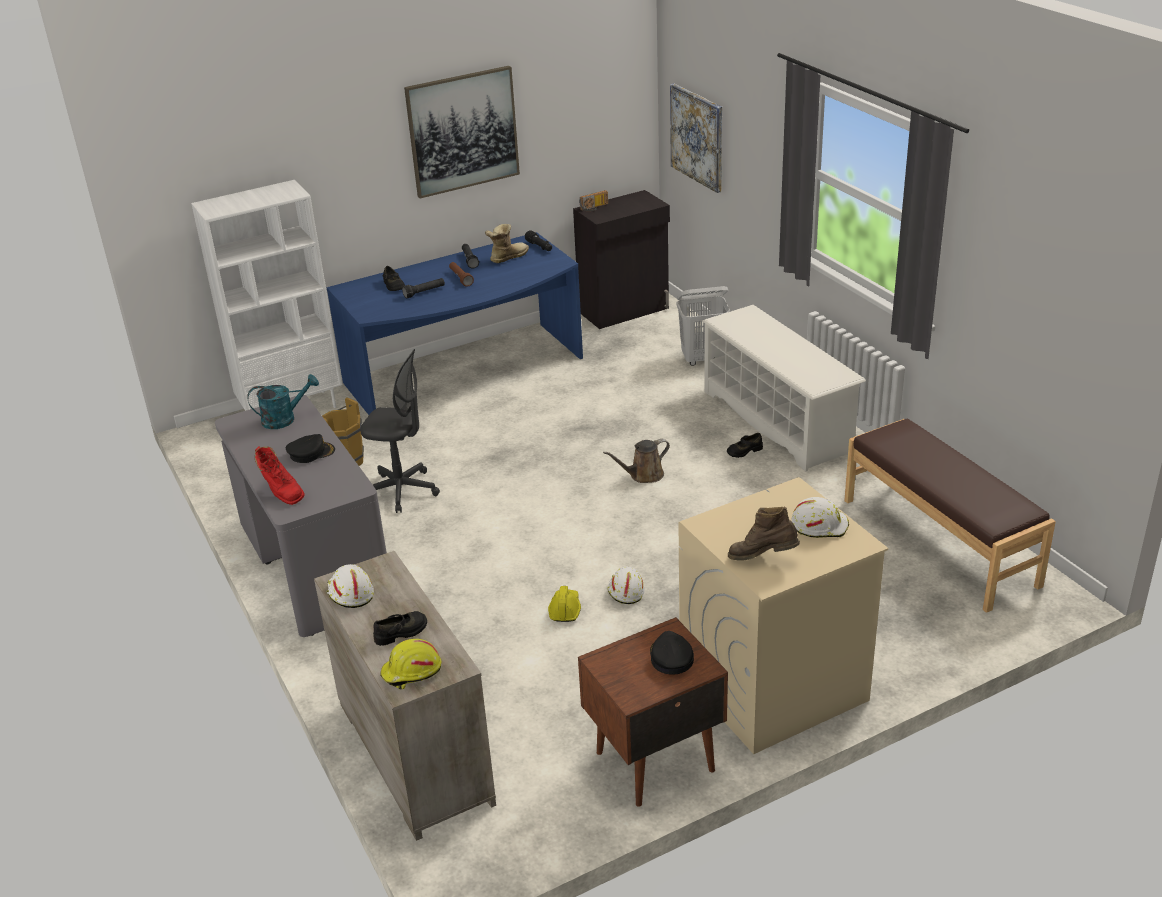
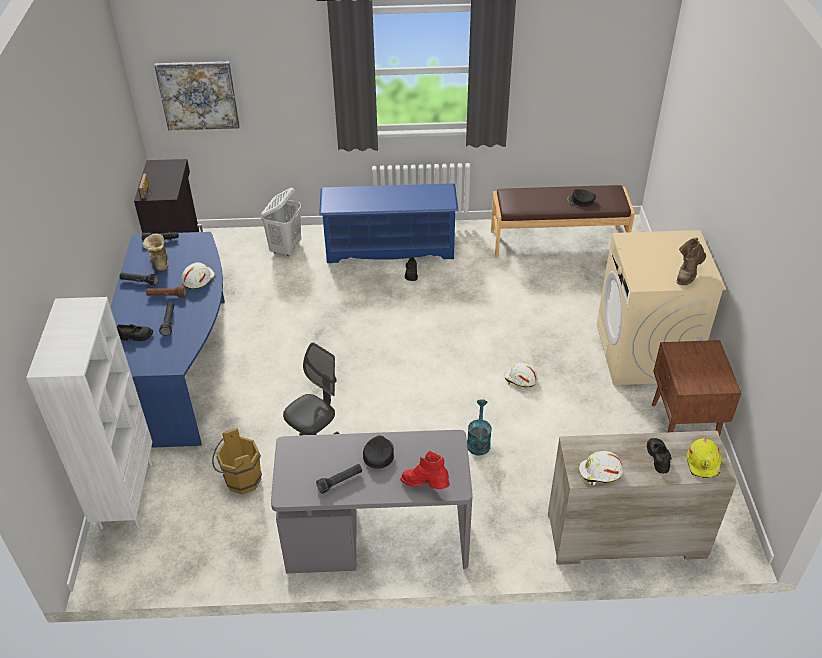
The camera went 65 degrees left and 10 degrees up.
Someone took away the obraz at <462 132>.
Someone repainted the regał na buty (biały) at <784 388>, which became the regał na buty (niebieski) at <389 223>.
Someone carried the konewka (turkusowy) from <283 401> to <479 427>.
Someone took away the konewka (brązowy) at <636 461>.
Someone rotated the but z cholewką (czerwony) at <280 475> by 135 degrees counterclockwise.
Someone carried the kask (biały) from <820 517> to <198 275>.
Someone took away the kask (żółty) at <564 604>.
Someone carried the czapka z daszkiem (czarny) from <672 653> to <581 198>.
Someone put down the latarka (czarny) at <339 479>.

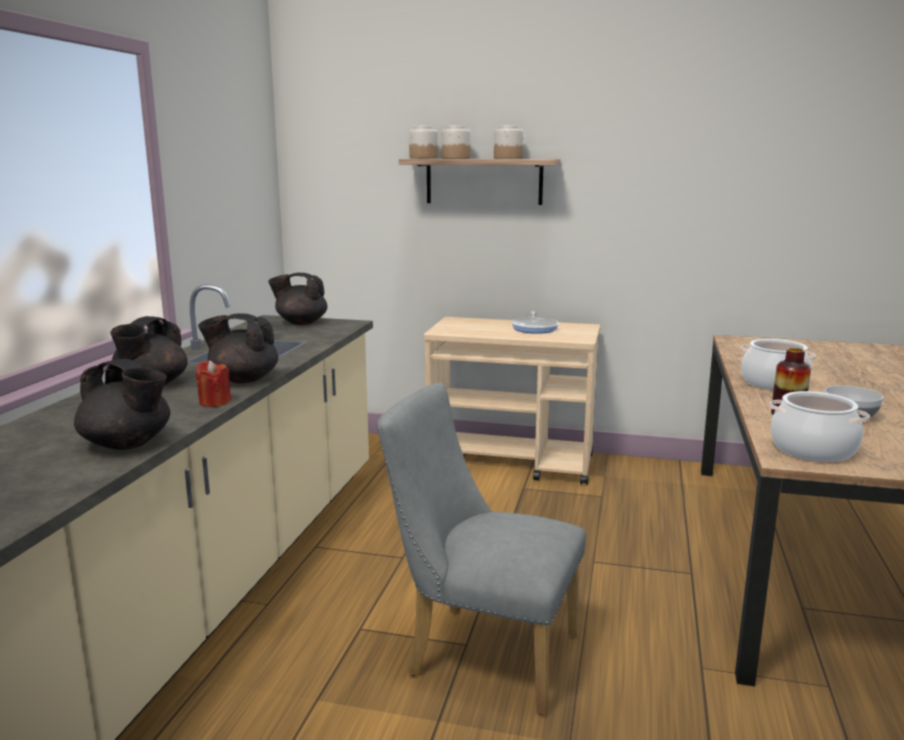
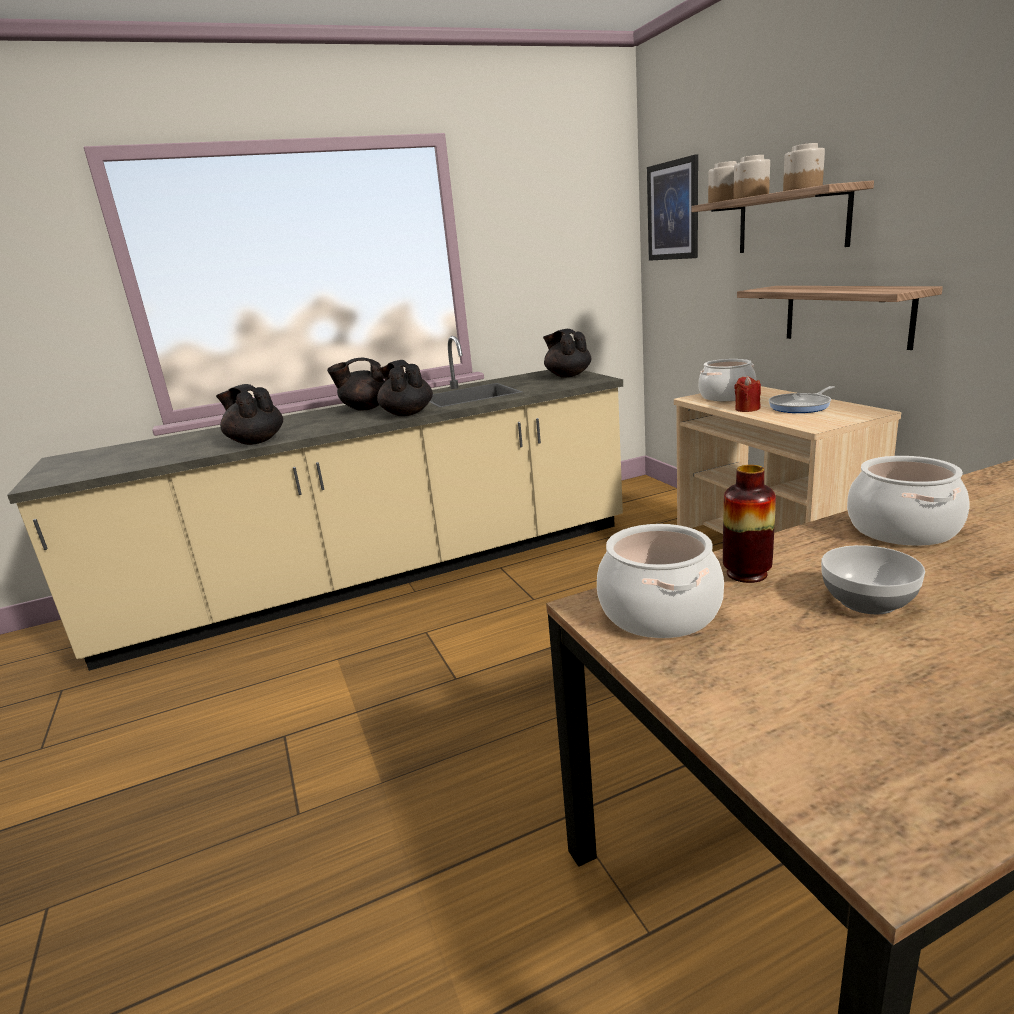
The camera went 55 degrees right and 5 degrees up.
Someone rotated the imbryk (czarny) at <122 404> by 135 degrees clockwise.
Someone carried the świeca (czerwony) from <213 383> to <747 394>.
Someone took away the krzesło (szary) at <481 549>.
Someone put up the obraz at <672 207>.
Someone put up the półka at <840 318>.
Someone put down the garnek at <727 380>.

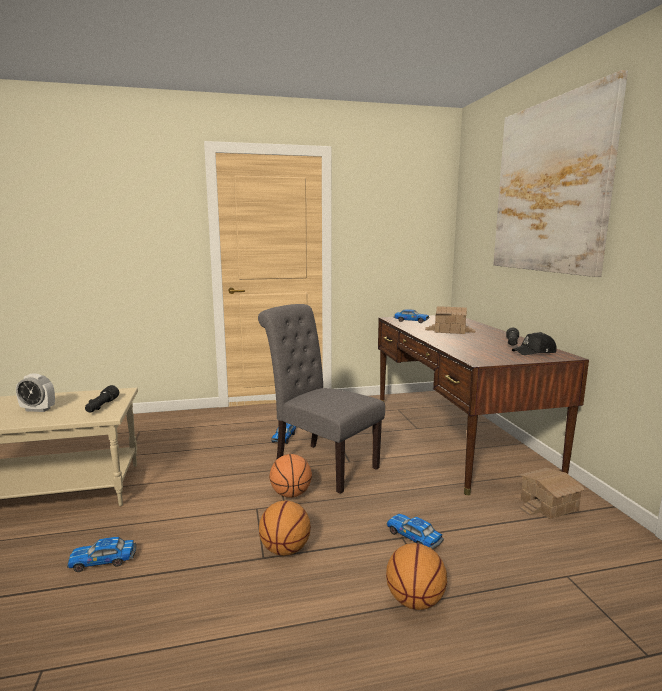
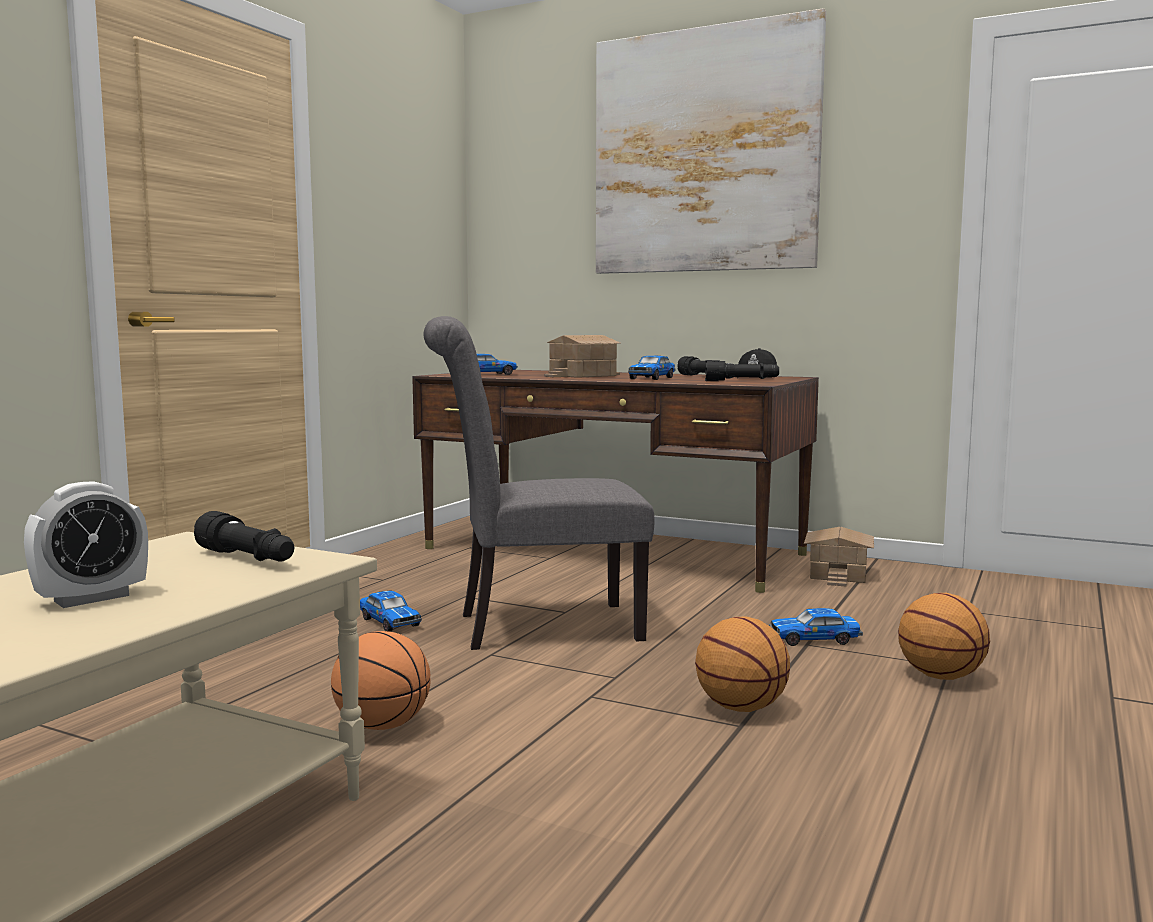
The camera went 50 degrees left and 5 degrees down.
Someone carried the piłka do koszykówki from <290 476> to <381 680>.
Someone carried the samochodzik from <101 554> to <652 368>.
Someone put down the latarka (czarny) at <742 370>.

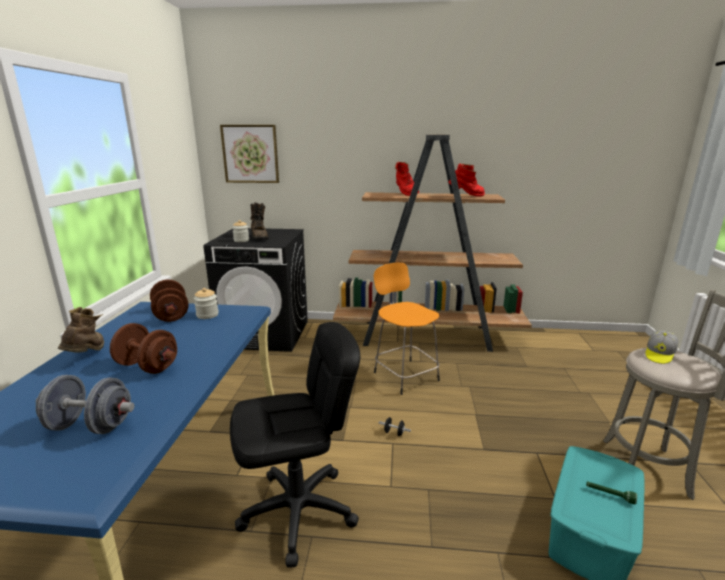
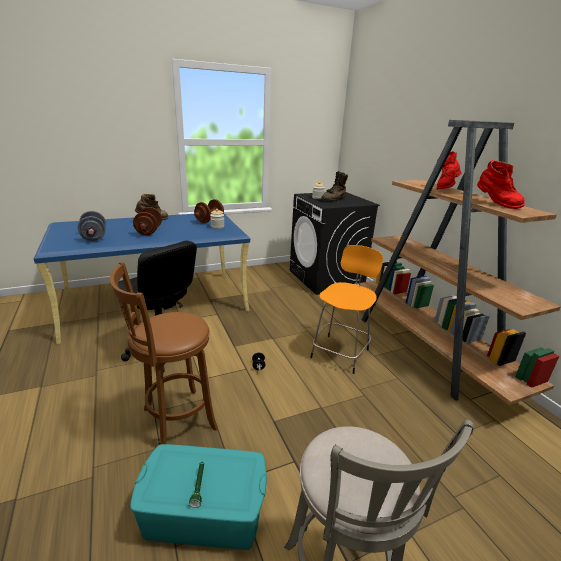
The camera went 60 degrees right and 5 degrees up.
Someone took away the obraz at <249 154>.
Someone took away the czapka z daszkiem at <661 347>.
Someone put down the stołek (brązowy) at <164 353>.

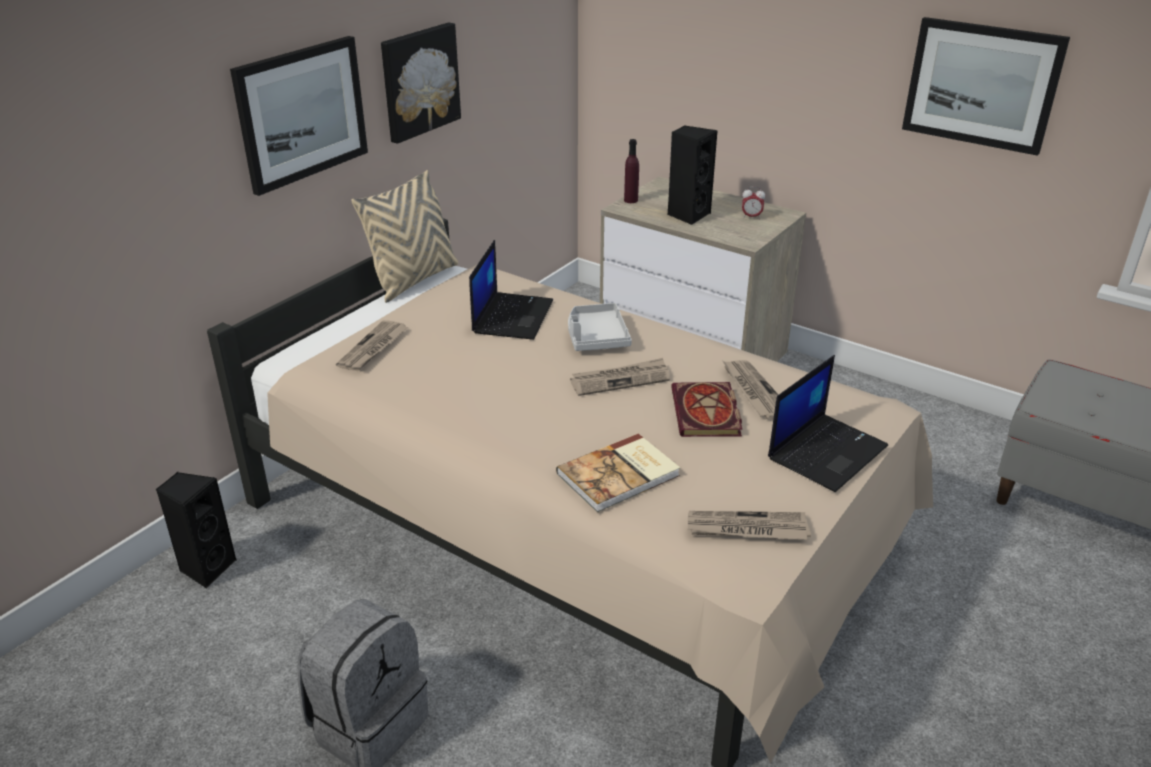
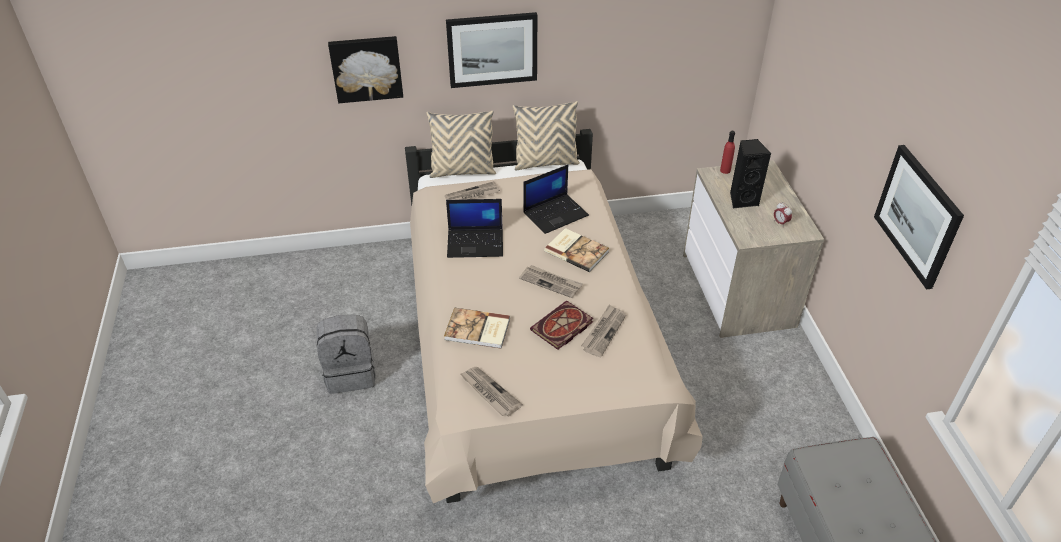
The camera went 45 degrees right and 10 degrees up.
Someone carried the obraz from <421 83> to <365 69>.
Someone repainted the butelka (fioletowy) at <631 171>, which became the butelka (czerwony) at <727 152>.
Someone swapped the taca (szary) at <600 327> for the książka at <576 250>.
Someone carried the laptop from <828 423> to <474 228>.
Someone took away the głośnik (czarny) at <196 530>.
Someone put down the poduszka (beżowy) at <461 144>.

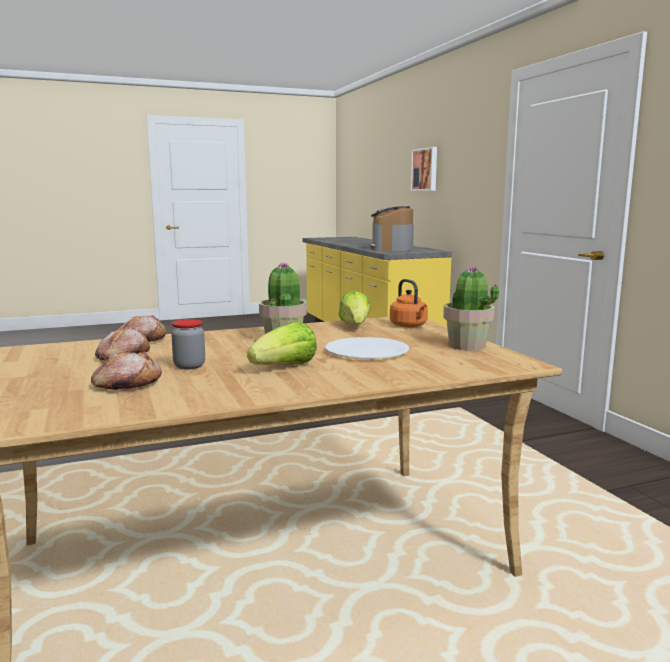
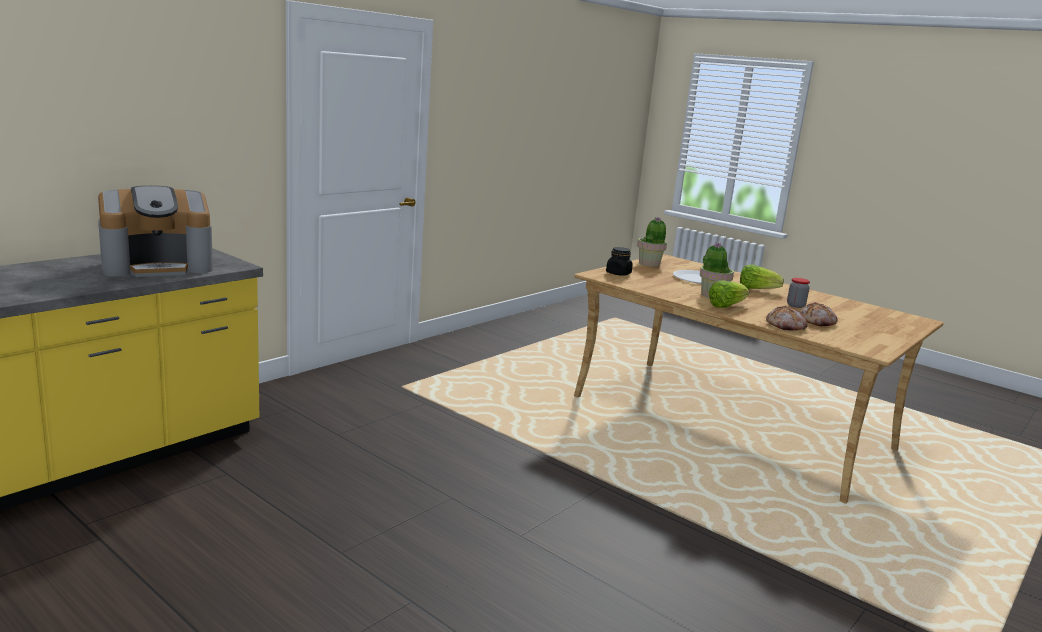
The camera went 120 degrees left and 5 degrees up.
Someone took away the obraz at <424 169>.
Someone swapped the czajnik (pomarańczowy) at <409 303> for the słoik (czarny) at <619 261>.
Someone carried the sałata from <354 307> to <729 294>.
Someone took away the chleb at <126 371>.

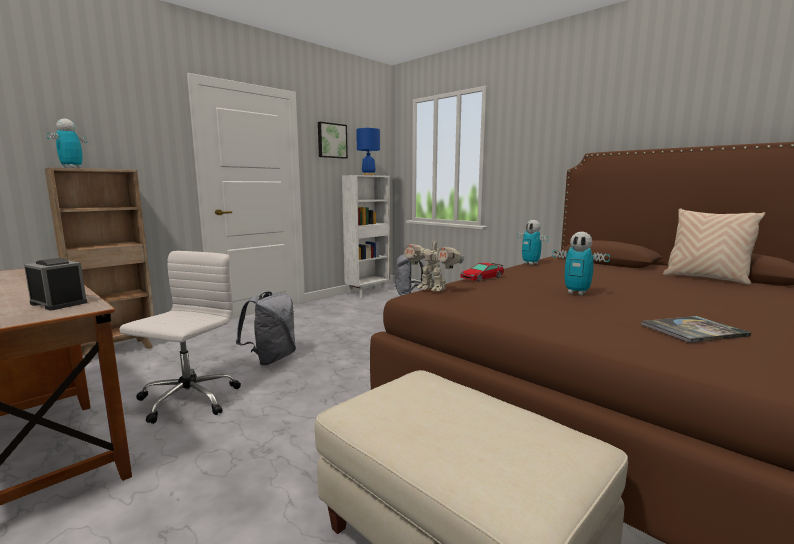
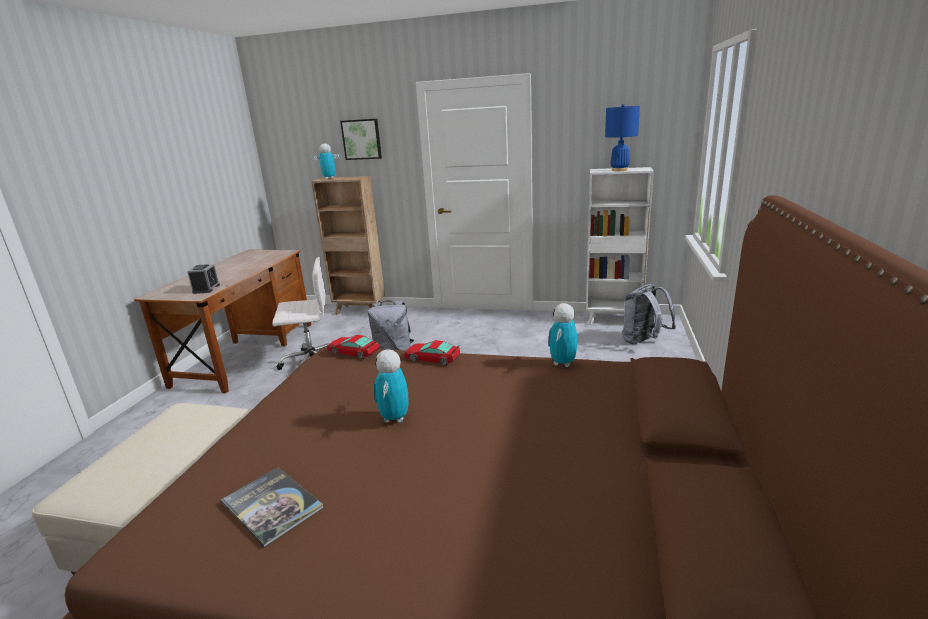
The camera went 60 degrees right and 10 degrees up.
Someone carried the obraz from <333 140> to <361 139>.
Someone took away the poduszka (beżowy) at <714 246>.
Someone swapped the robot zabawkowy at <434 264> for the samochodzik at <353 347>.

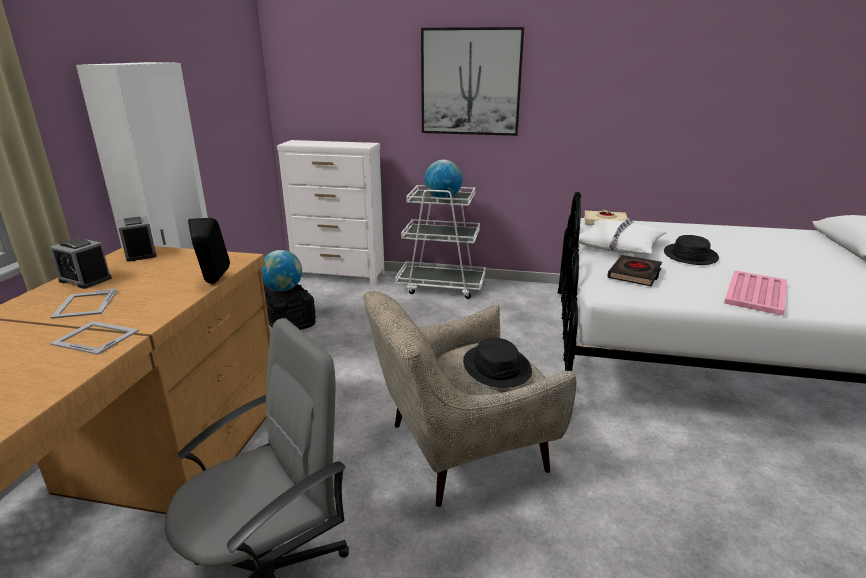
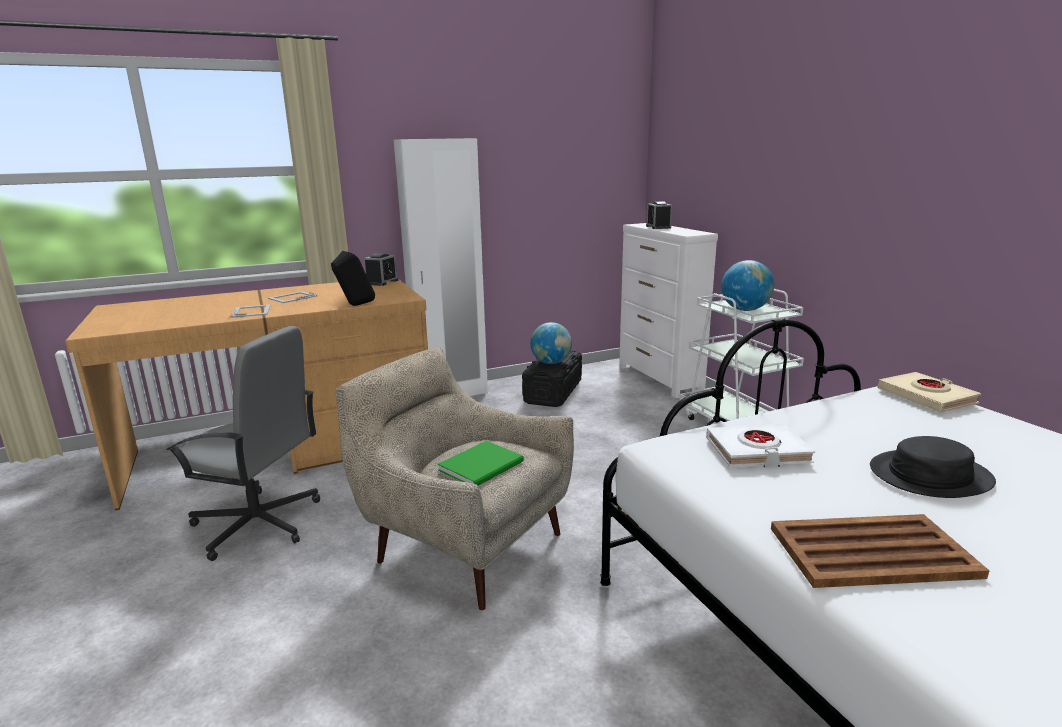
The camera went 55 degrees right and 5 degrees down.
Someone took away the obraz at <472 81>.
Someone took away the poduszka (biały) at <619 236>.
Someone carried the budzik from <80 263> to <659 215>.
Someone repainted the książka (czarny) at <634 270>, which became the książka (biały) at <760 446>.
Someone repainted the taca (różowy) at <755 293>, which became the taca (brązowy) at <880 551>.
Someone swapped the kapelusz (czarny) at <497 363> for the książka (zielony) at <481 463>.

